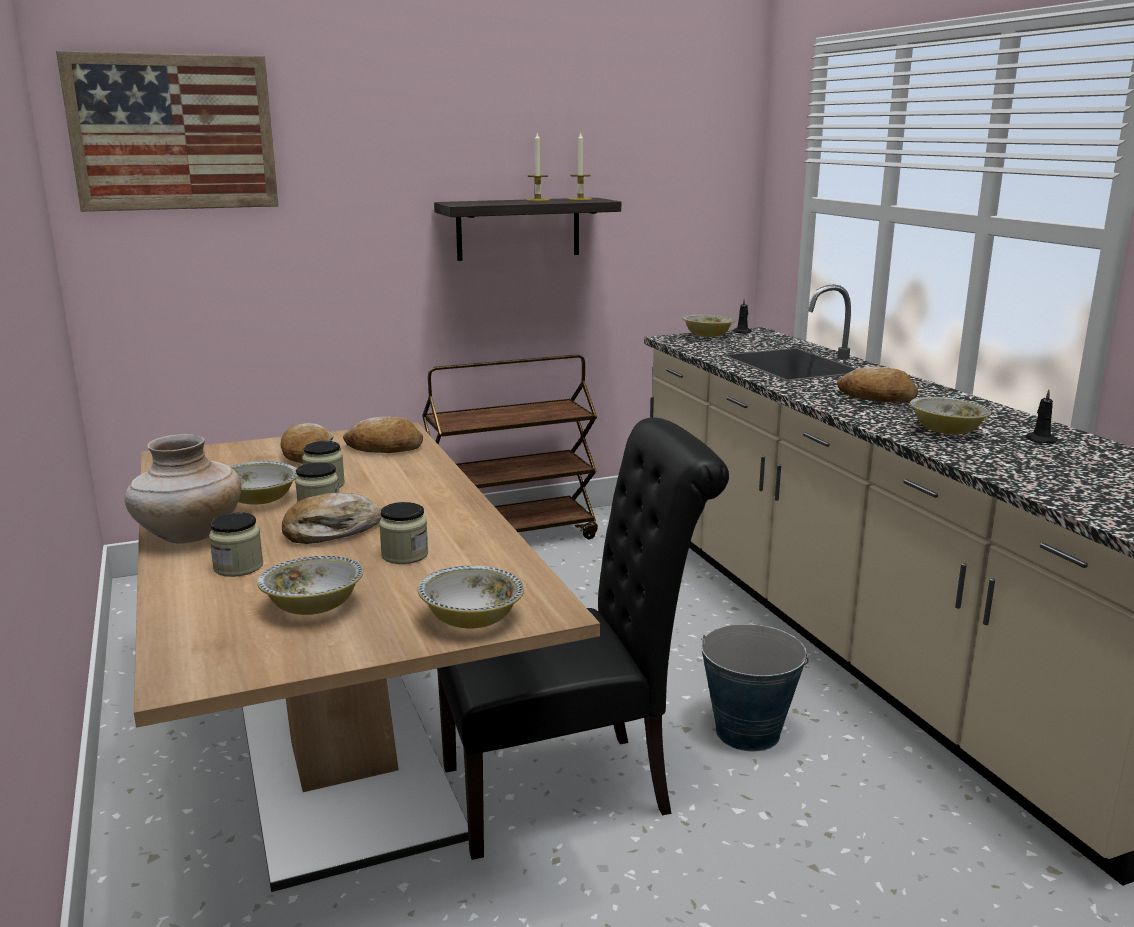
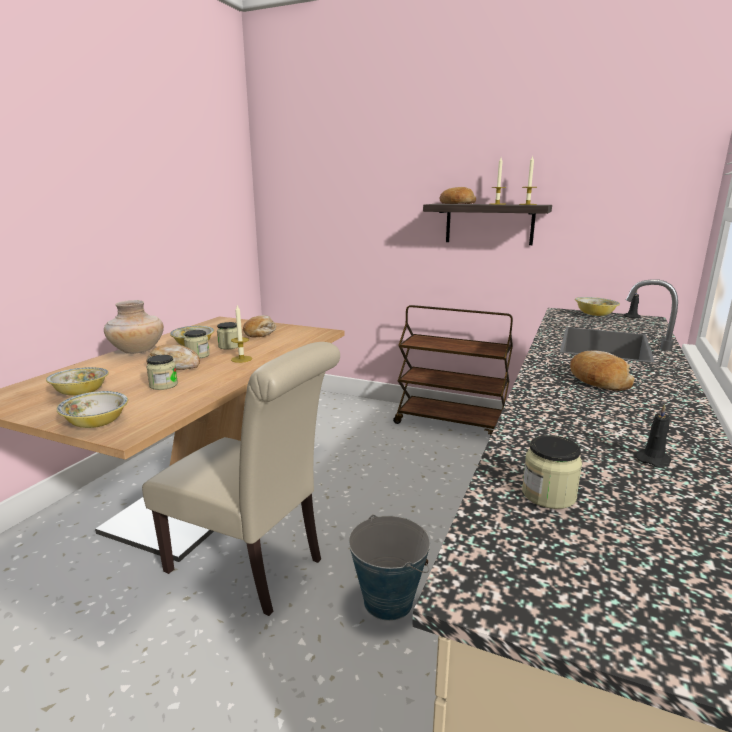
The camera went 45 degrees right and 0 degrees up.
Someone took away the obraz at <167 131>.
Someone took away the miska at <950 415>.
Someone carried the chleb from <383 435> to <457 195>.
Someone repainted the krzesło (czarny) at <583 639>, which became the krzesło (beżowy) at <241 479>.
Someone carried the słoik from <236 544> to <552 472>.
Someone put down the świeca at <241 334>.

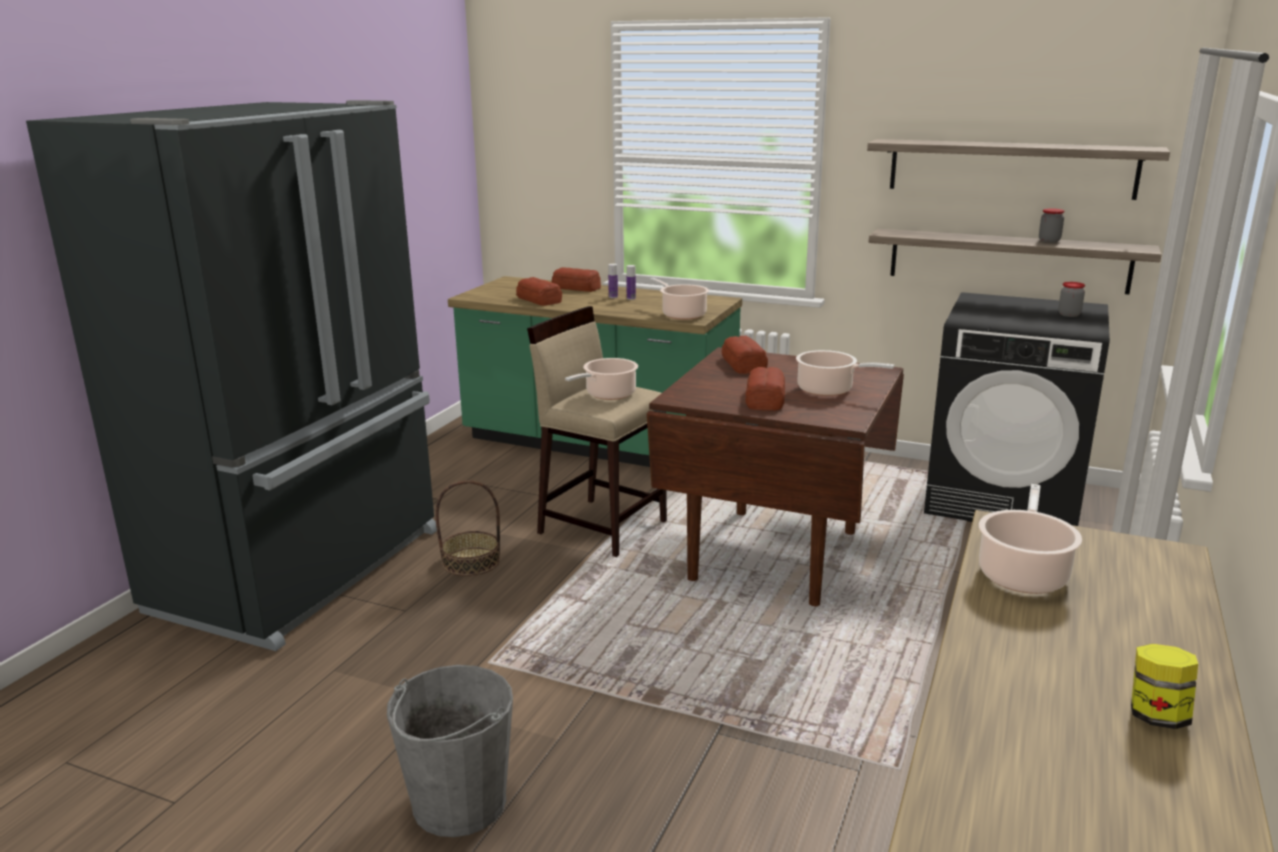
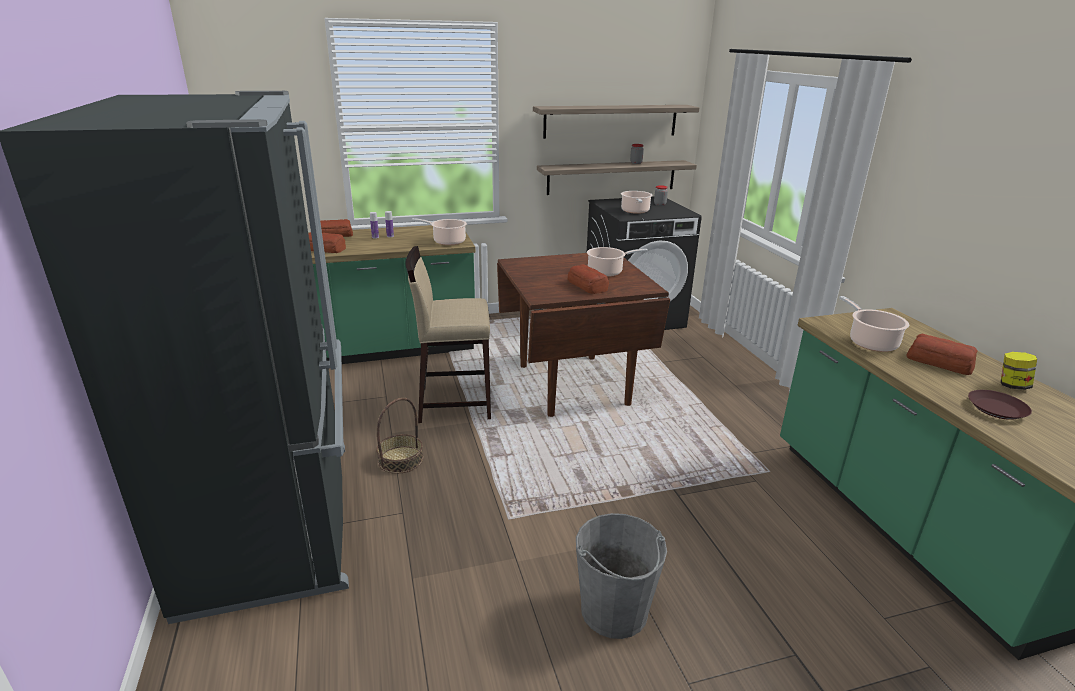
The camera went 40 degrees left and 5 degrees up.
Someone carried the chleb from <745 355> to <942 354>.
Someone carried the garnek from <601 379> to <637 202>.
Someone put down the talerz (brązowy) at <1000 405>.

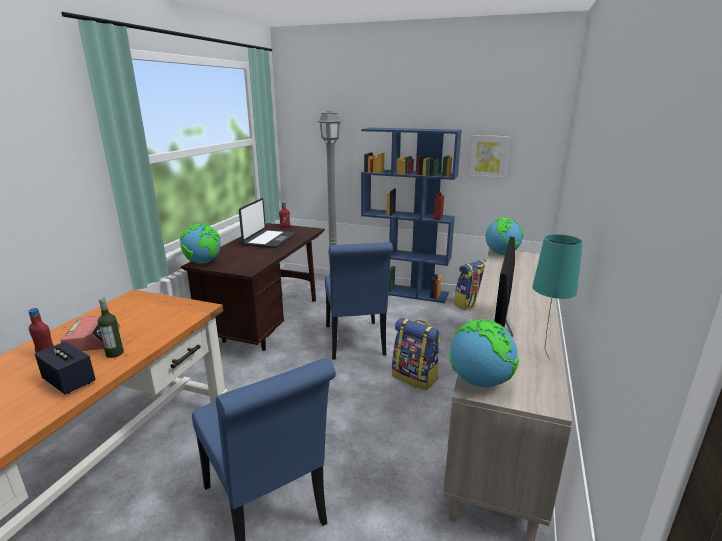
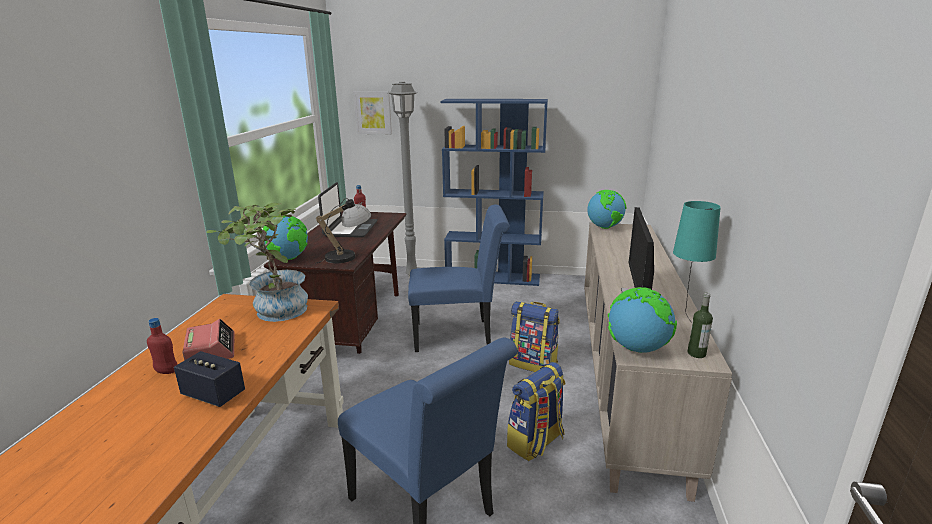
The camera went 10 degrees left and 0 degrees up.
Someone carried the obraz from <489 157> to <372 112>.
Someone rotated the krzesło (niebieski) at <359 301> by 75 degrees counterclockwise.
Someone carried the plecak from <470 284> to <536 411>.
Someone carried the butelka from <111 328> to <700 325>.
Someone put down the lampa stołowa at <343 231>.
Someone put down the roślina doniczkowa at <257 262>.

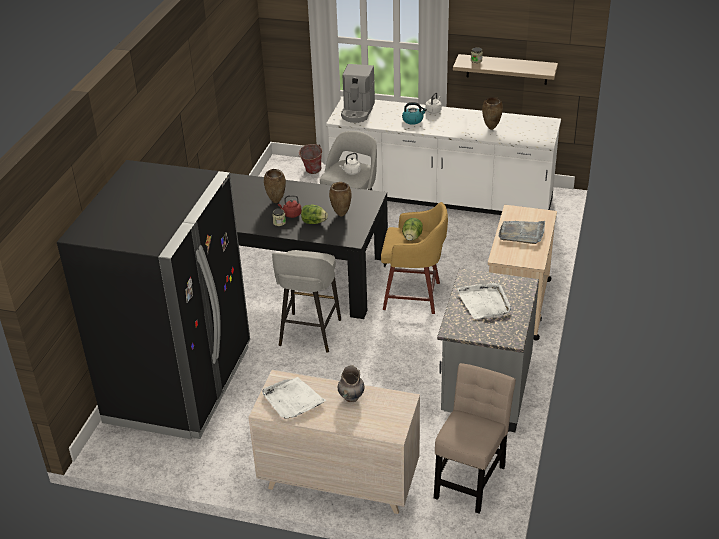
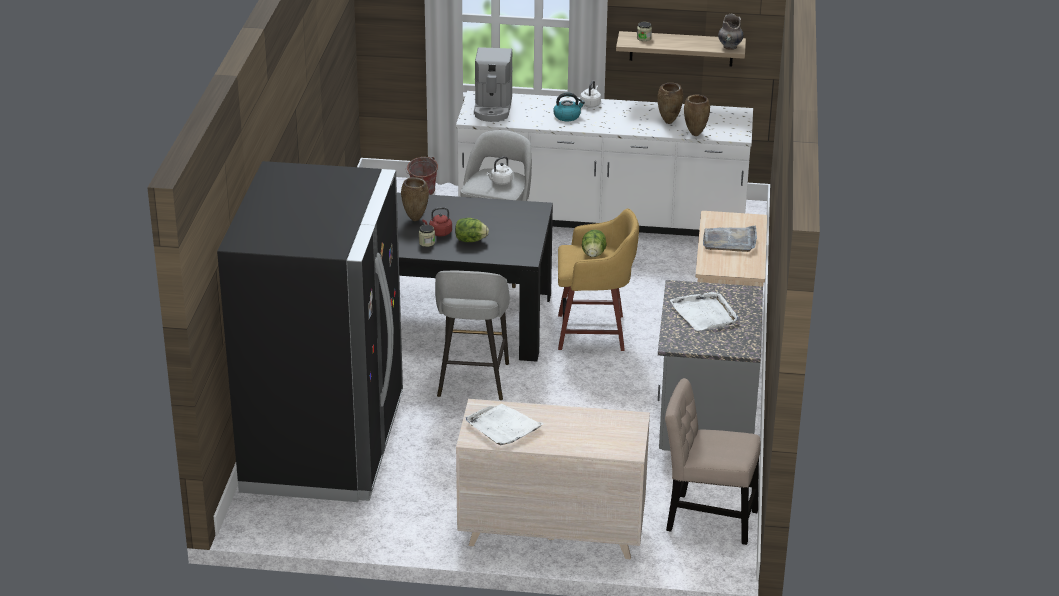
The camera went 10 degrees left and 5 degrees down.
Someone carried the wazon (brązowy) from <340 199> to <697 115>.
Someone rotated the krzesło (beżowy) at <475 438> by 90 degrees counterclockwise.
Someone carried the wazon (szary) from <351 383> to <730 31>.

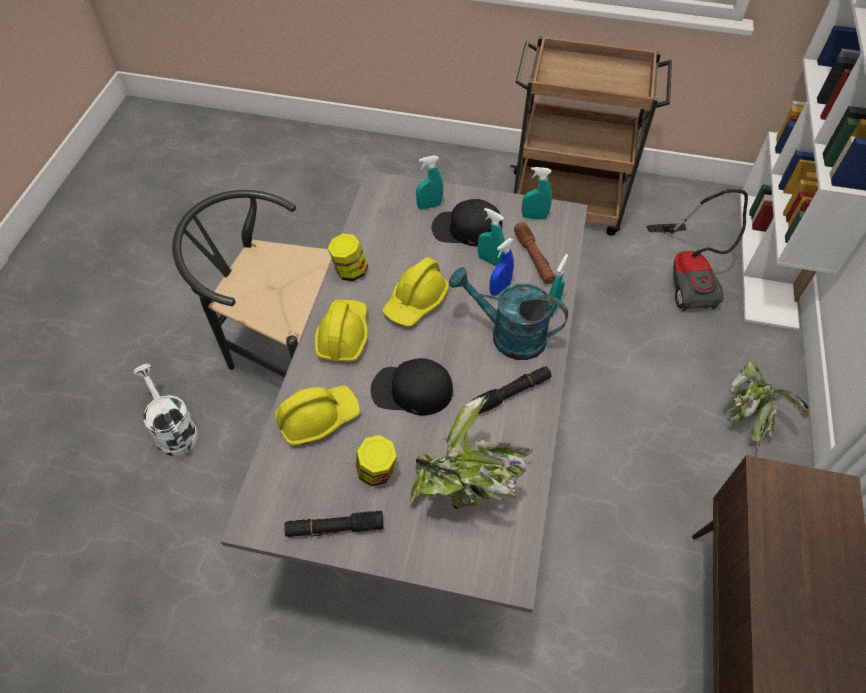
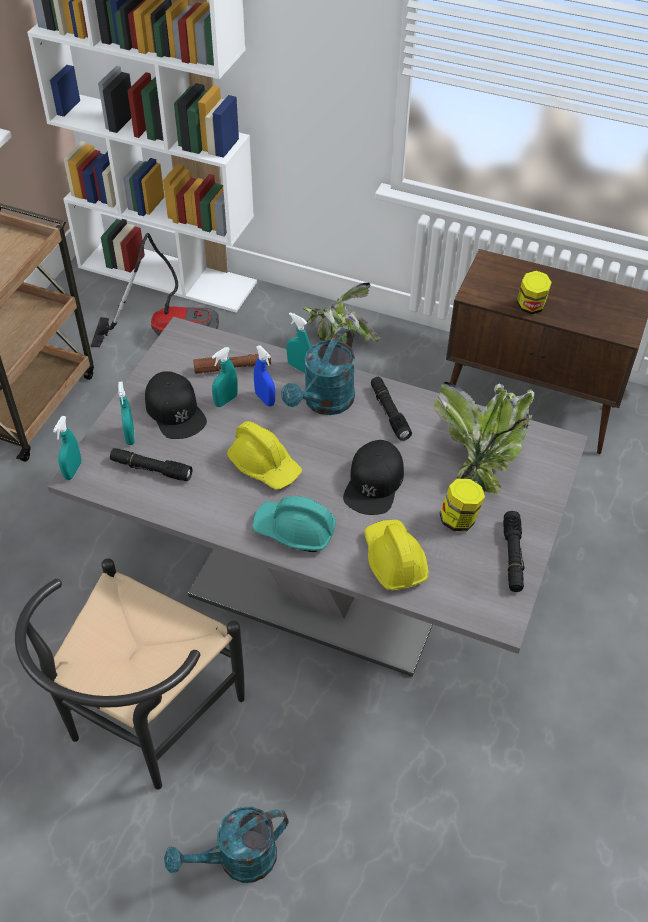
The camera went 80 degrees left and 5 degrees down.
Someone carried the spryskiwacz (turkusowy) from <537 193> to <67 448>.
Someone rotated the czapka z daszkiem (czarny) at <467 222> by 45 degrees counterclockwise.
Someone carried the słoik from <348 257> to <534 292>.
Someone repainted the kask (żółty) at <341 330>, which became the kask (turkusowy) at <294 524>.
Someone repainted the konewka (biały) at <165 410>, which became the konewka (turkusowy) at <226 845>.
Someone put down the latarka (czarny) at <151 464>.

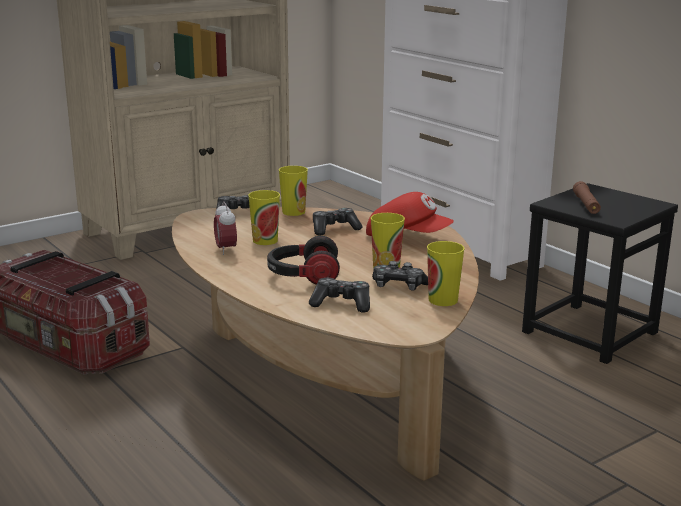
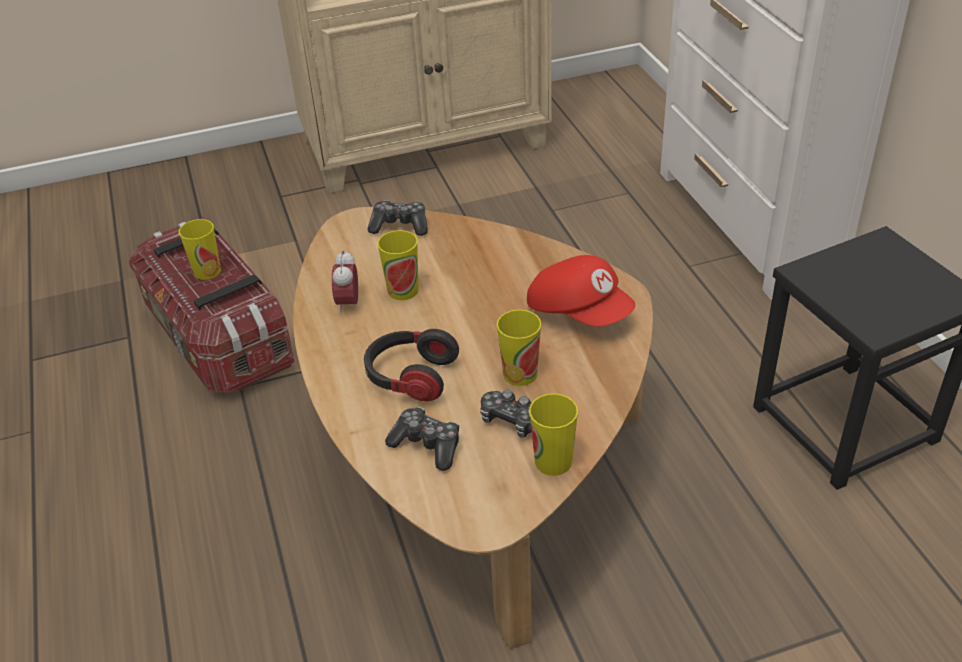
The camera went 20 degrees right and 20 degrees up.
Someone carried the filiżanka from <293 191> to <200 249>.
Someone took away the latarka (brązowy) at <587 197>.
Someone took away the pad do gier at <337 222>.

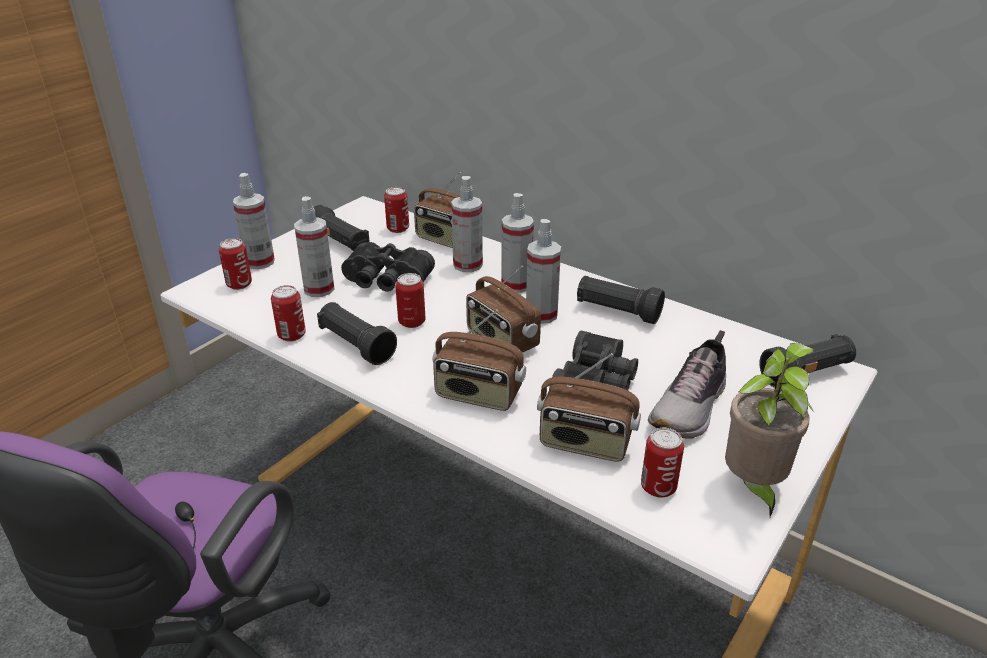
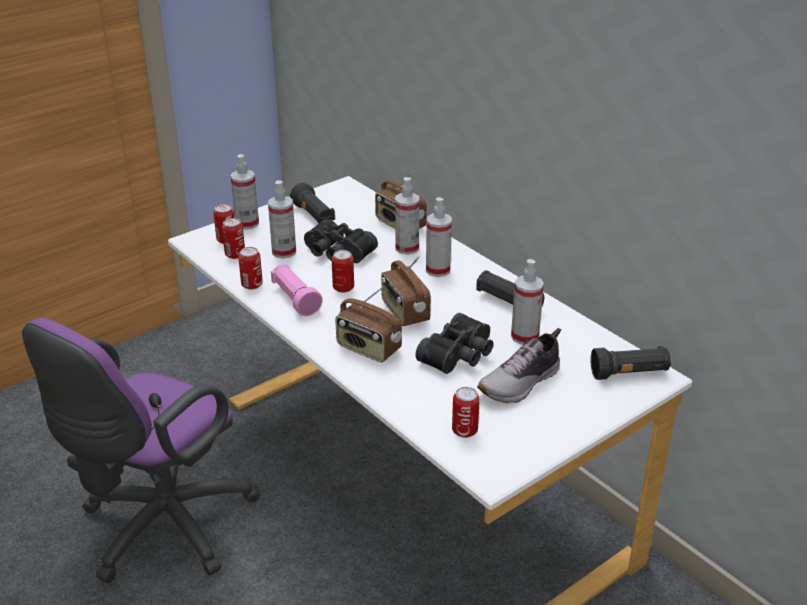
The camera went 15 degrees right and 0 degrees up.
Someone carried the puszka from <396 210> to <233 238>.
Someone carried the spryskiwacz from <543 271> to <527 302>.
Someone repainted the latarka (czarny) at <357 333>, which became the latarka (różowy) at <297 290>.
Someone took away the roślina doniczkowa at <769 430>.
Someone took away the radio at <589 407>.

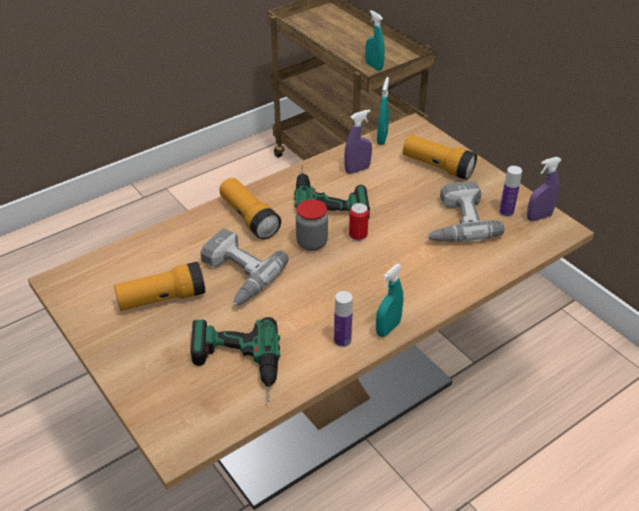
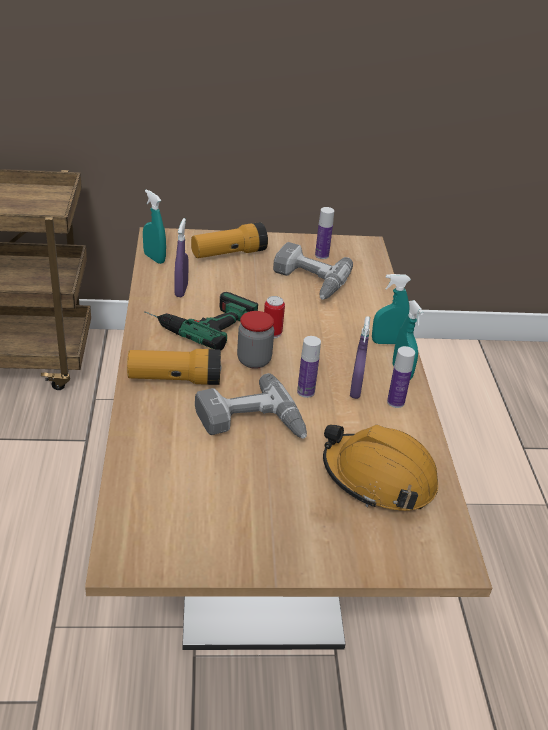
The camera went 60 degrees left and 5 degrees down.
Someone carried the spryskiwacz (turkusowy) from <375 40> to <391 309>.
Someone carried the spryskiwacz (fioletowy) from <544 189> to <360 357>.
Someone took away the latarka at <159 286>.
Someone swapped the wiertarka at <235 359> for the kask (pomarańczowy) at <380 468>.
Someone put down the butelka at <309 367>.

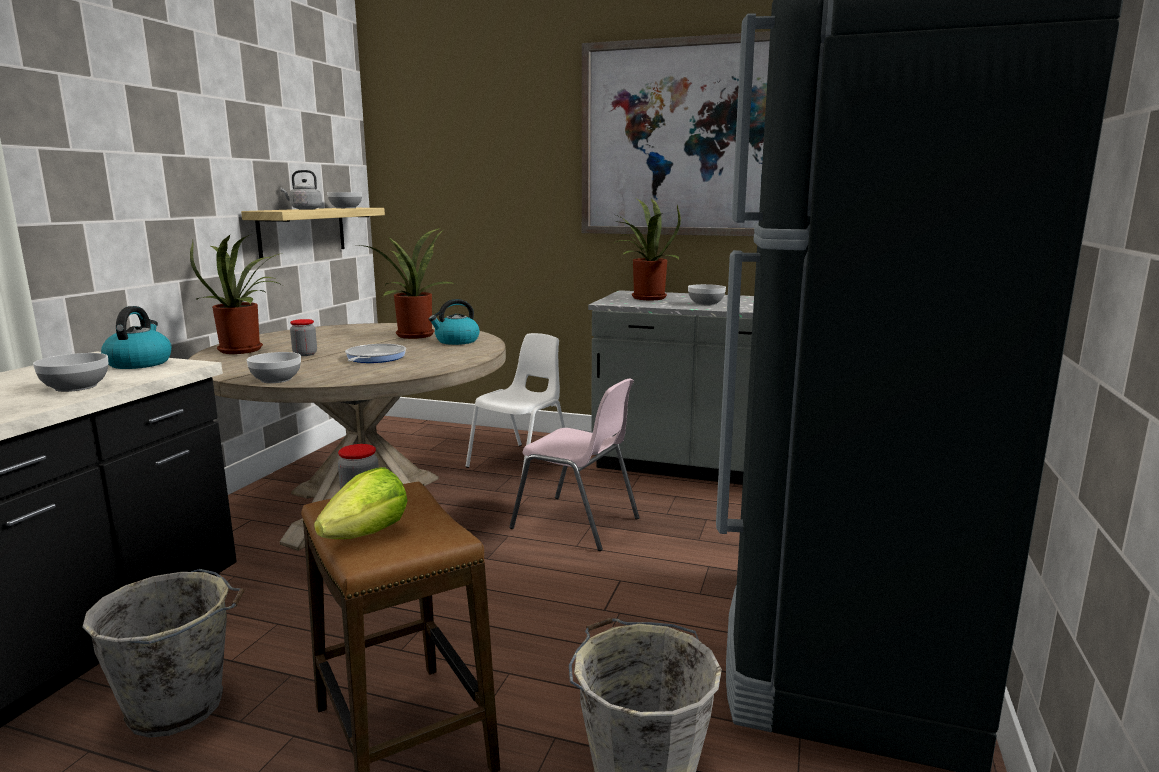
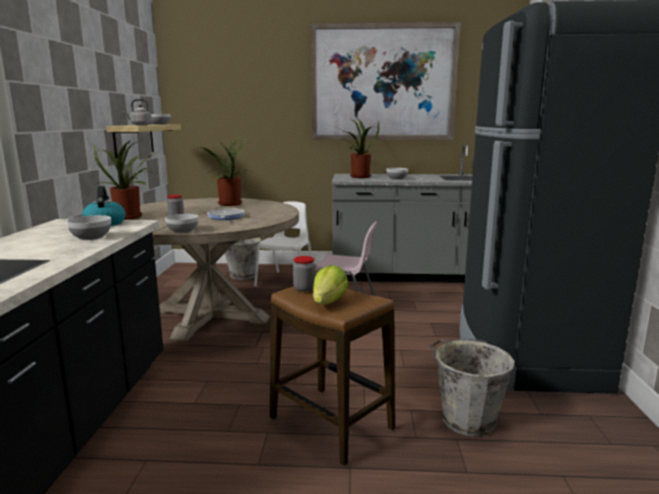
The camera went 15 degrees left and 0 degrees up.
Someone took away the czajnik at <454 322>.
Someone carried the wiadro (szary) from <164 653> to <245 258>.

